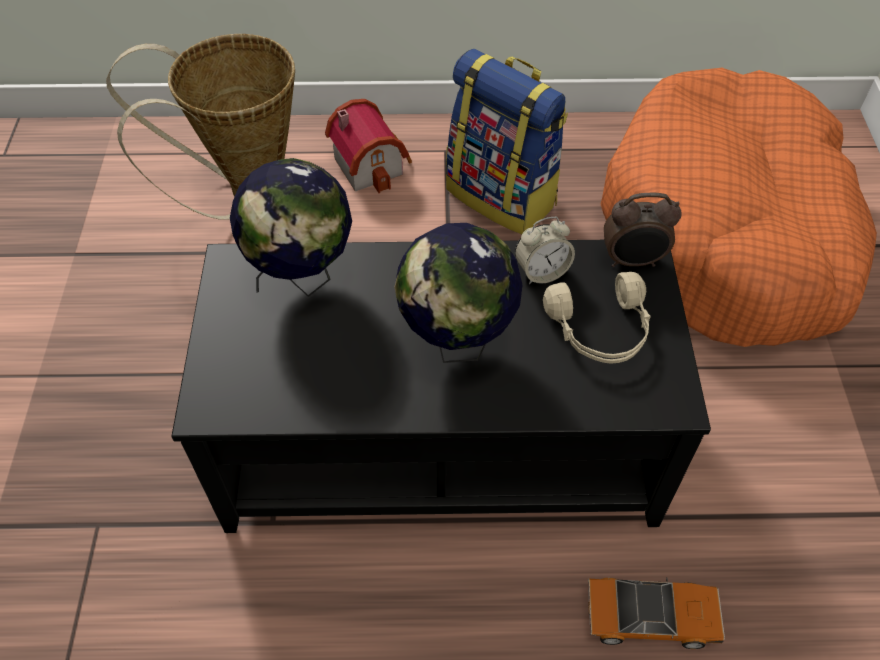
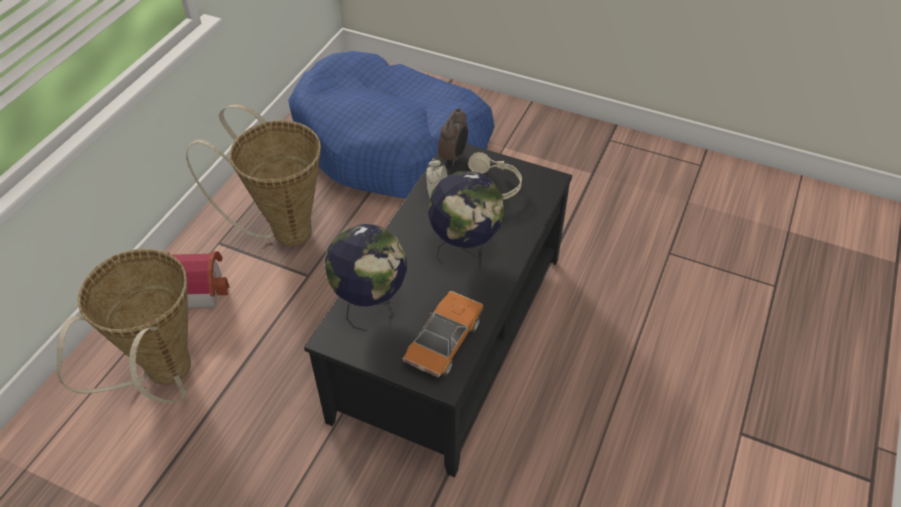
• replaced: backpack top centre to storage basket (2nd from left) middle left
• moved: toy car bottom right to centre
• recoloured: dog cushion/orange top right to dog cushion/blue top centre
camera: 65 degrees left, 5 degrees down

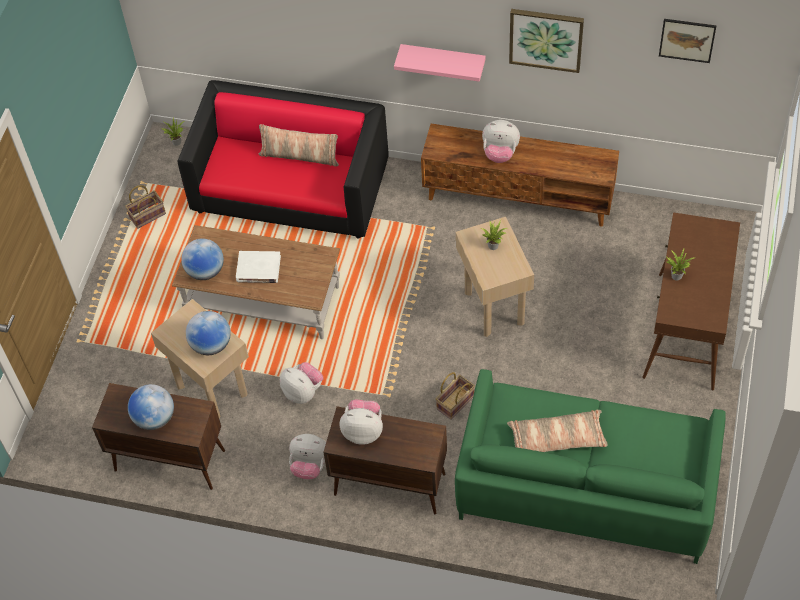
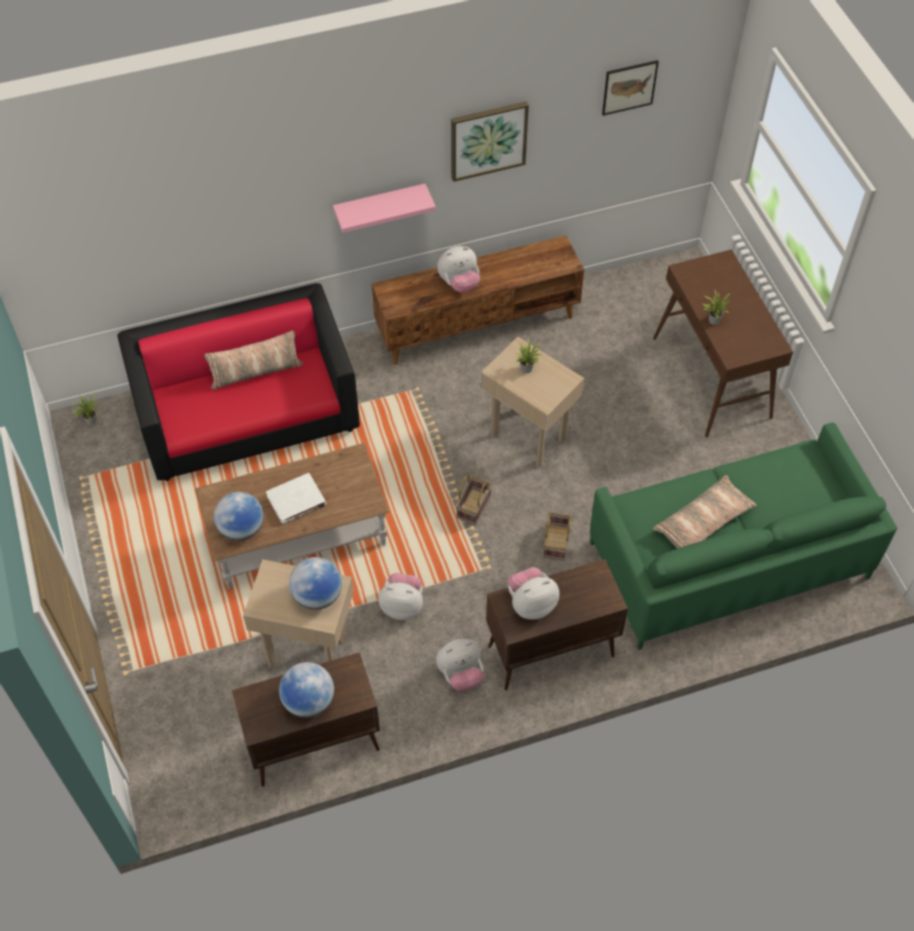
• moved: storage basket (1st from left) middle left to centre
camera: 35 degrees left, 0 degrees up

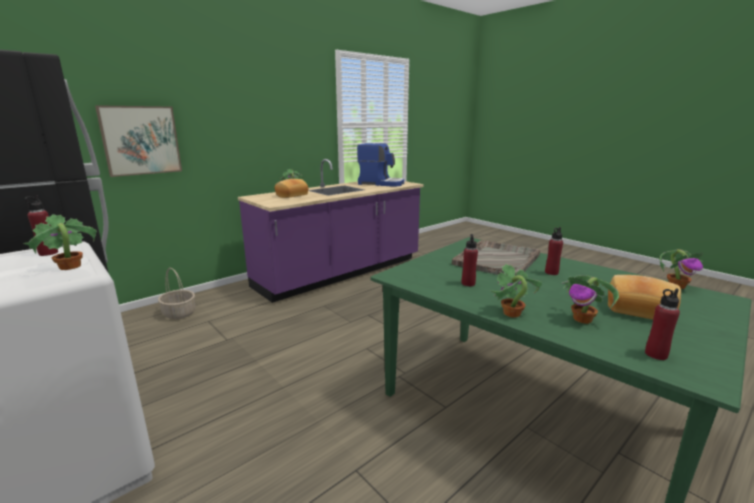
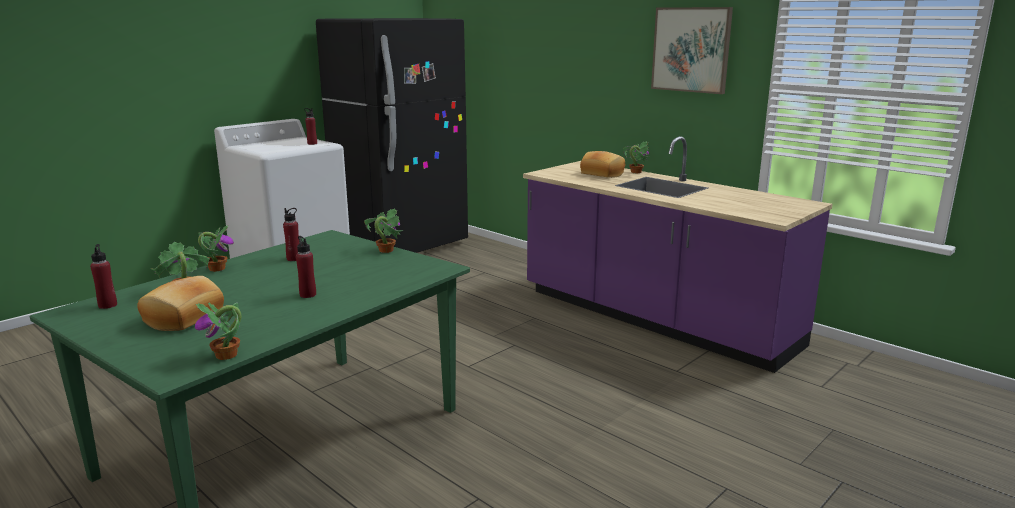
• moved: houseplant (1st from left in the first image) middle left to houseplant (4th from left) centre
• moved: wall picture top left to top right
• removed: storage basket middle left
• removed: coffee maker top centre
• removed: carrying tray/gray centre
camera: 85 degrees right, 0 degrees up

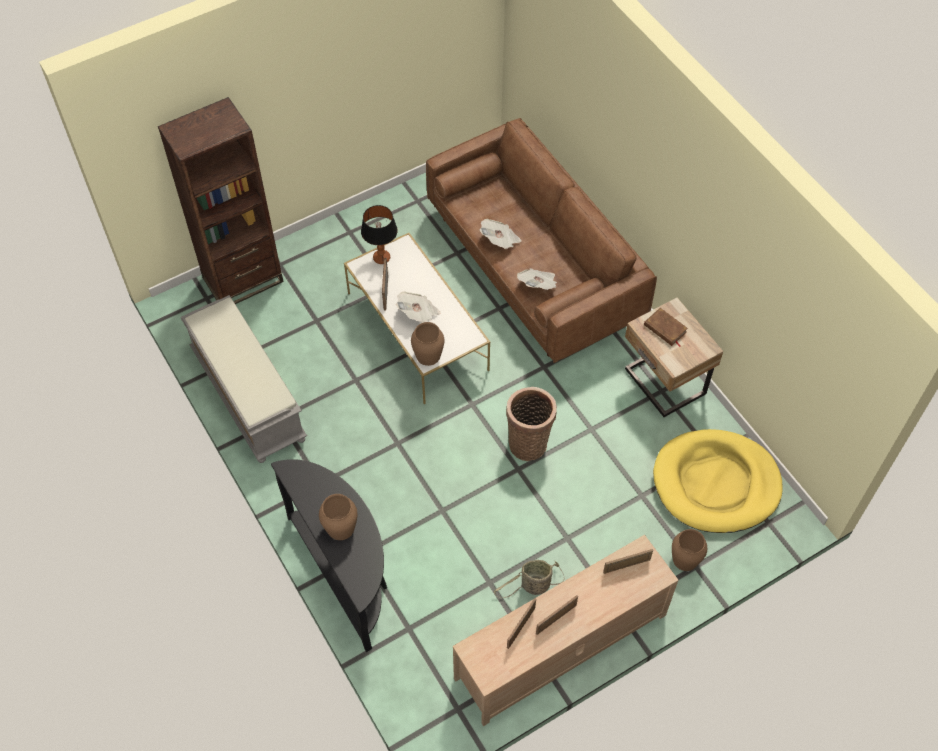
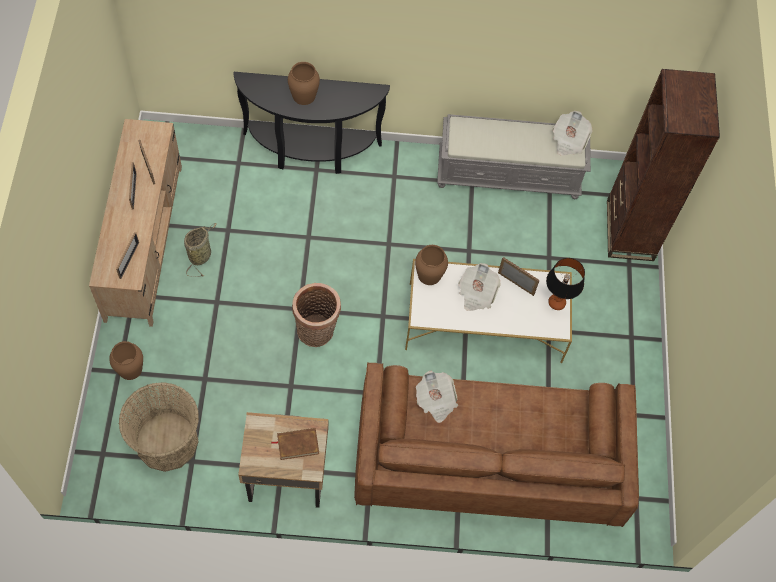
• moved: daily paper (2nd from left in the first image) top centre to daily paper (3rd from left) top right
• replaced: dog cushion/yellow-coloured middle right to storage basket (1st from left) bottom left
camera: 120 degrees right, 5 degrees up

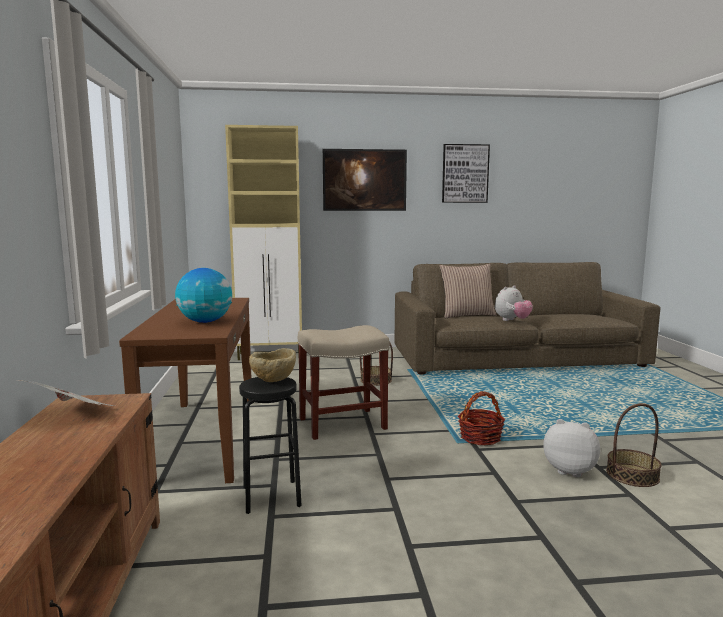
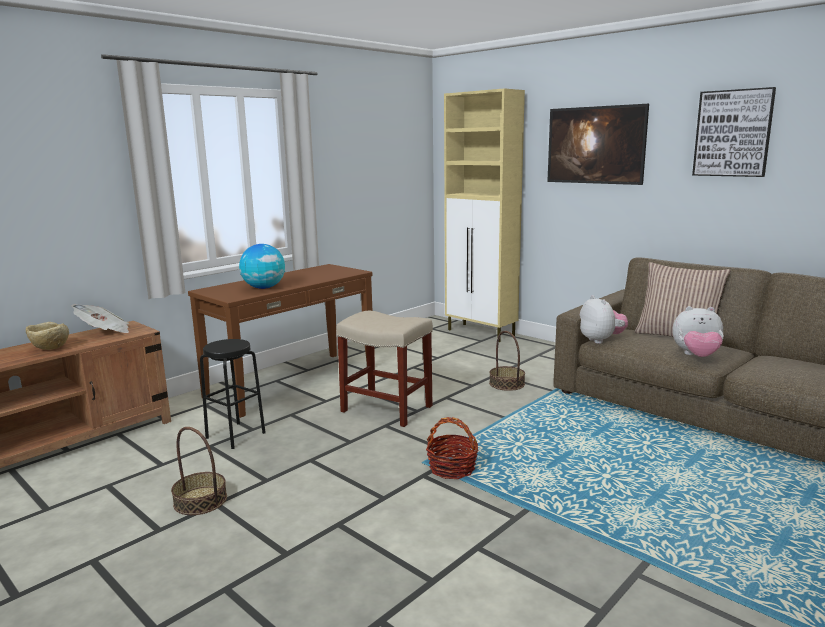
• moved: bowl/beige centre to middle left
• moved: cuddly toy (2nd from left in the first image) bottom right to cuddly toy (1st from left) middle right
• moved: storage basket (3rd from left in the first image) bottom right to storage basket (1st from left) bottom left
camera: 50 degrees right, 5 degrees up

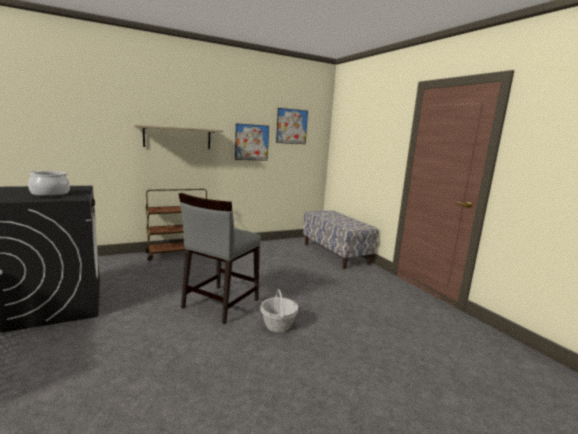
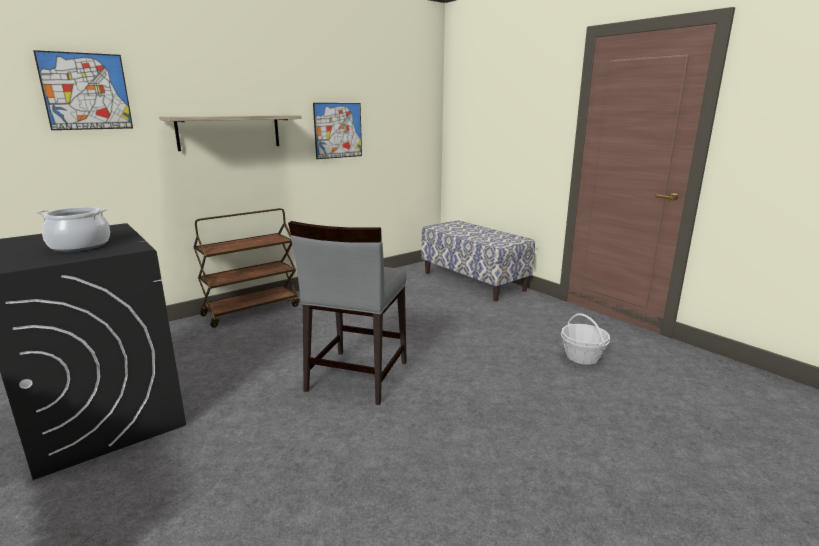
• moved: storage basket bottom centre to middle right
• moved: wall picture (2nd from left in the first image) top centre to wall picture (1st from left) top left
camera: 10 degrees left, 5 degrees up

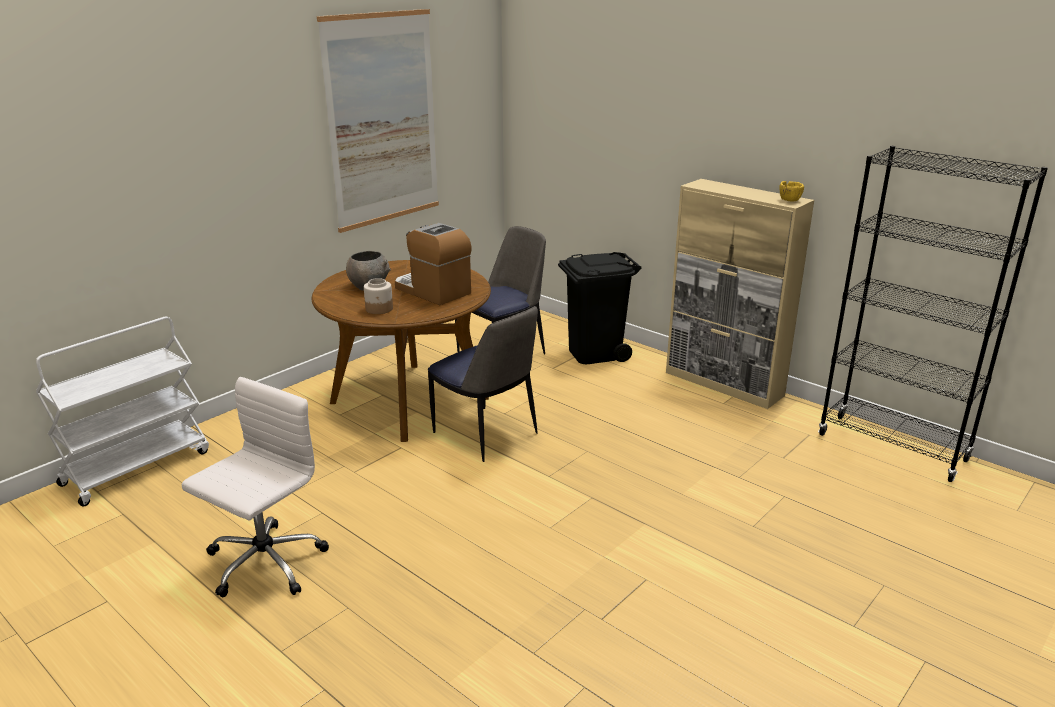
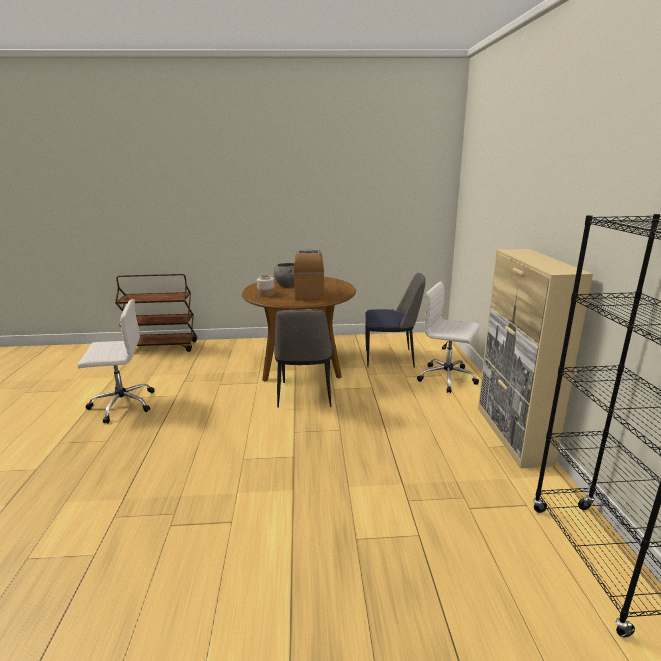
• recoloured: wheeled cart/white-coloured middle left to wheeled cart/brownish middle left
• removed: wall picture top centre
• replaced: trash can/black-coloured centre to computer chair/white-coloured (2nd from left) middle right
• removed: bowl/yellow-coloured top right
camera: 45 degrees right, 5 degrees down

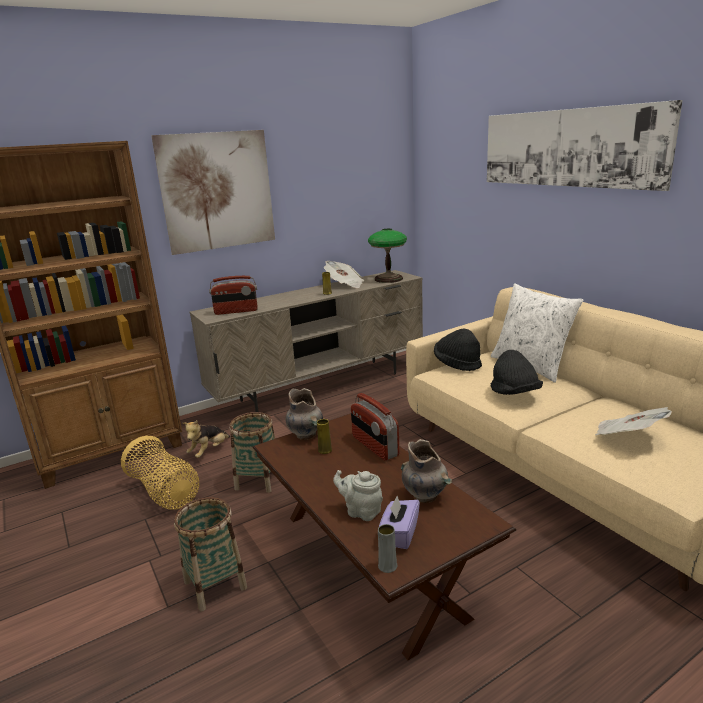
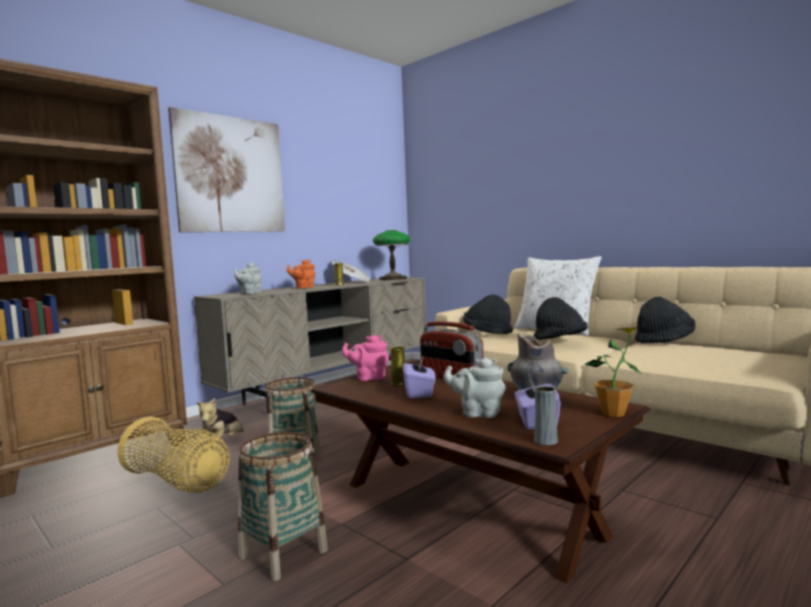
• replaced: radio set (1st from left) middle left to teapot/gray (1st from left) middle left
• replaced: decorative vase/gray (1st from left) centre to teapot/pinkish centre
• removed: wall picture (2nd from left) top right
• removed: daily paper (2nd from left) middle right
• added: teapot/orange centre
• added: box of tissues/purple-coloured (1st from left) centre
• added: houseplant middle right
• added: hat/black-coloured (3rd from left) middle right
camera: 15 degrees left, 15 degrees down

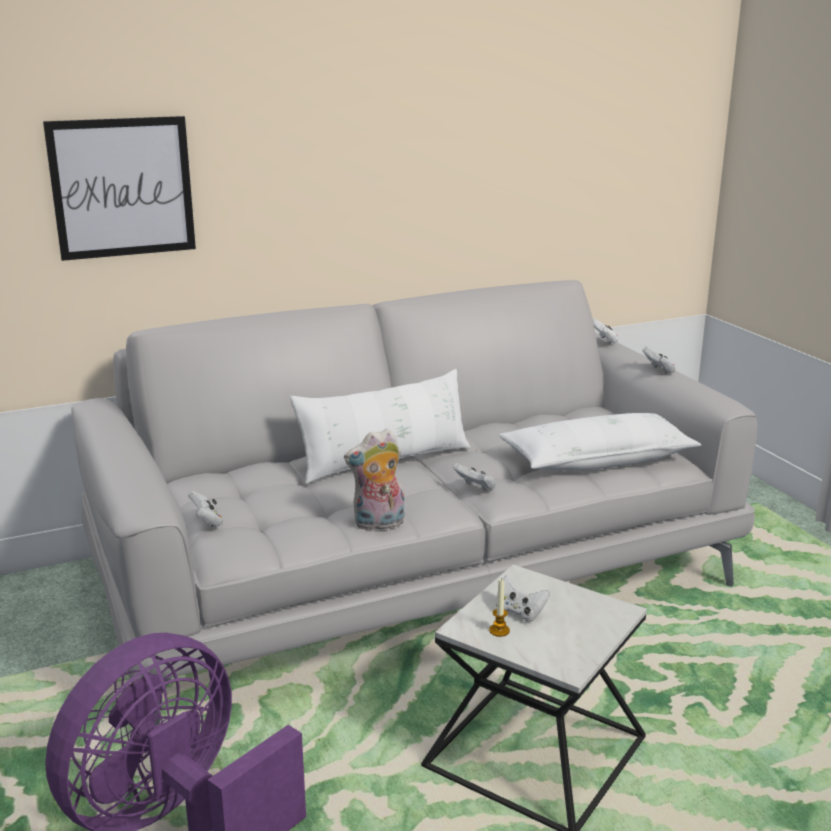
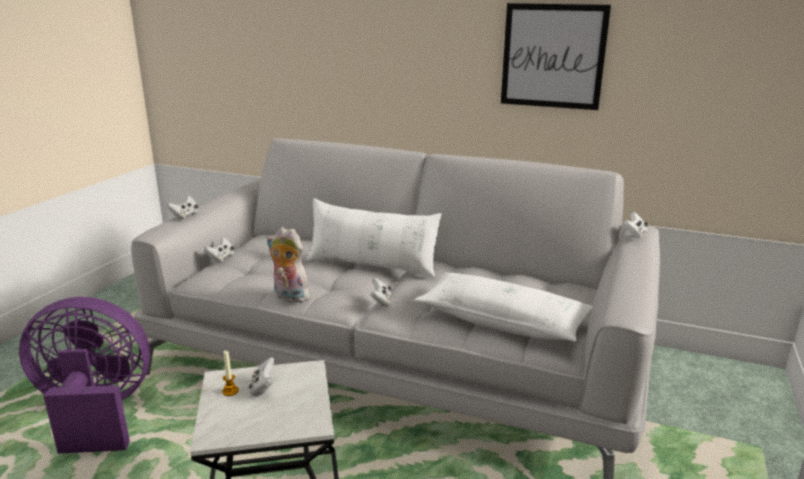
• moved: wall picture top left to top right
• moved: joypad/white-coloured (5th from left in the first image) middle right to joypad/white-coloured (1st from left) middle left
camera: 45 degrees right, 0 degrees up

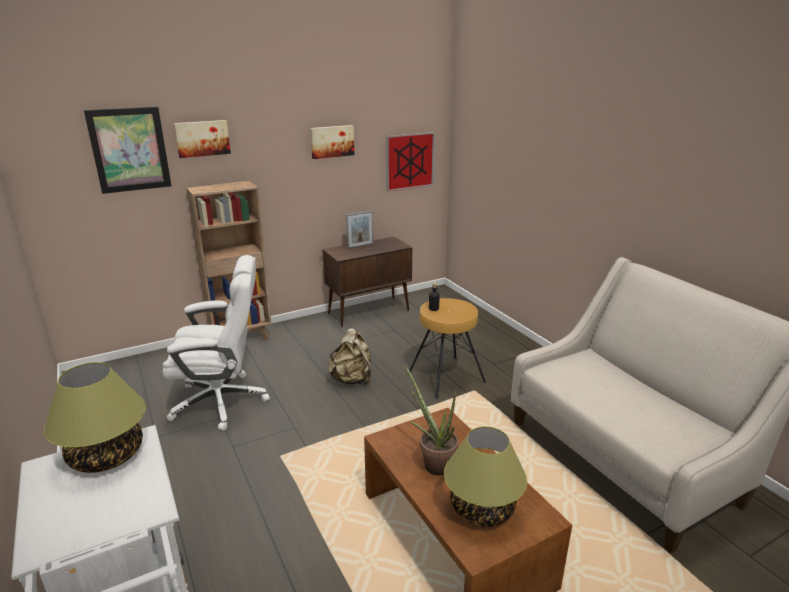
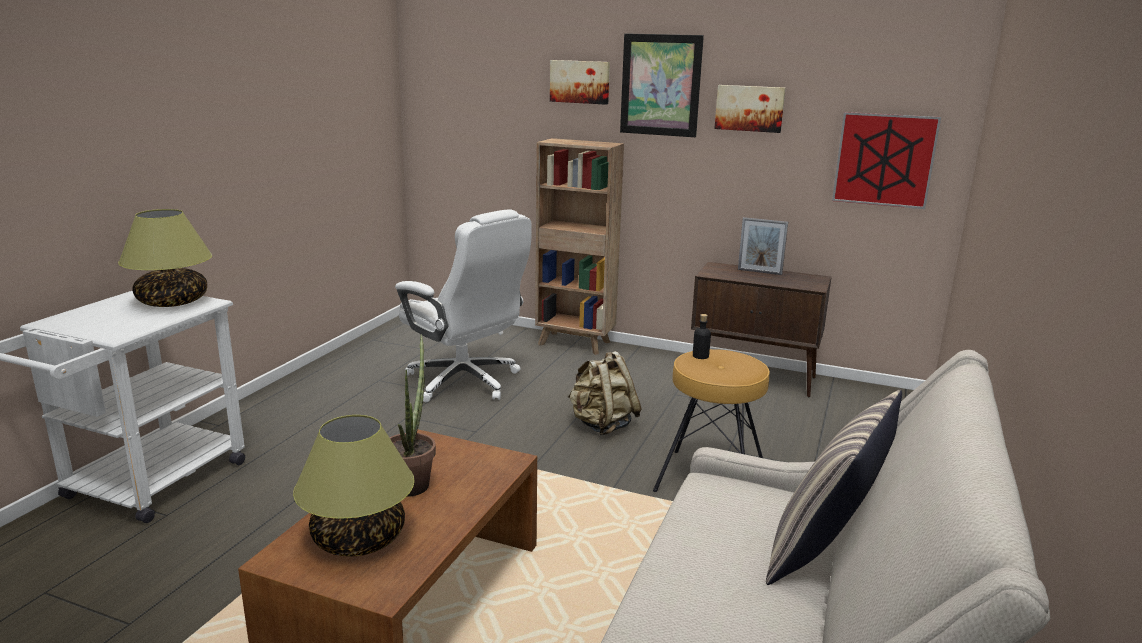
• moved: wall picture (1st from left in the first image) top left to wall picture (2nd from left) top centre
• added: pillow bottom right
camera: 50 degrees right, 5 degrees down

